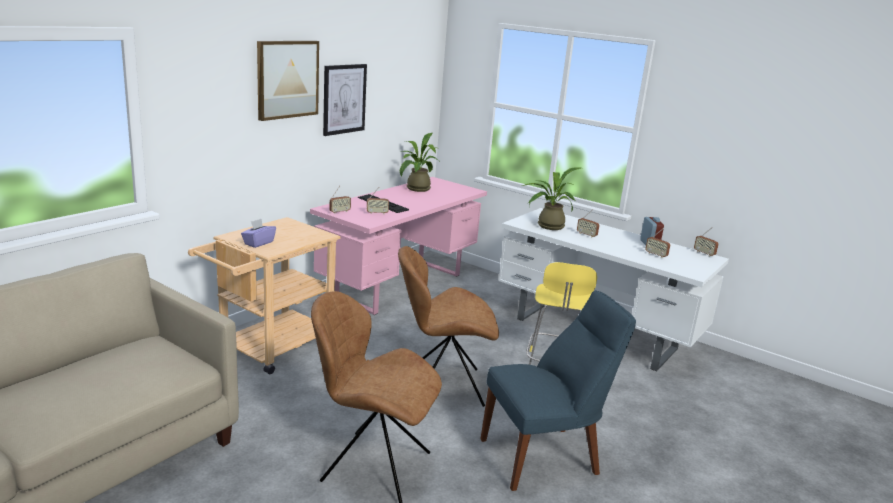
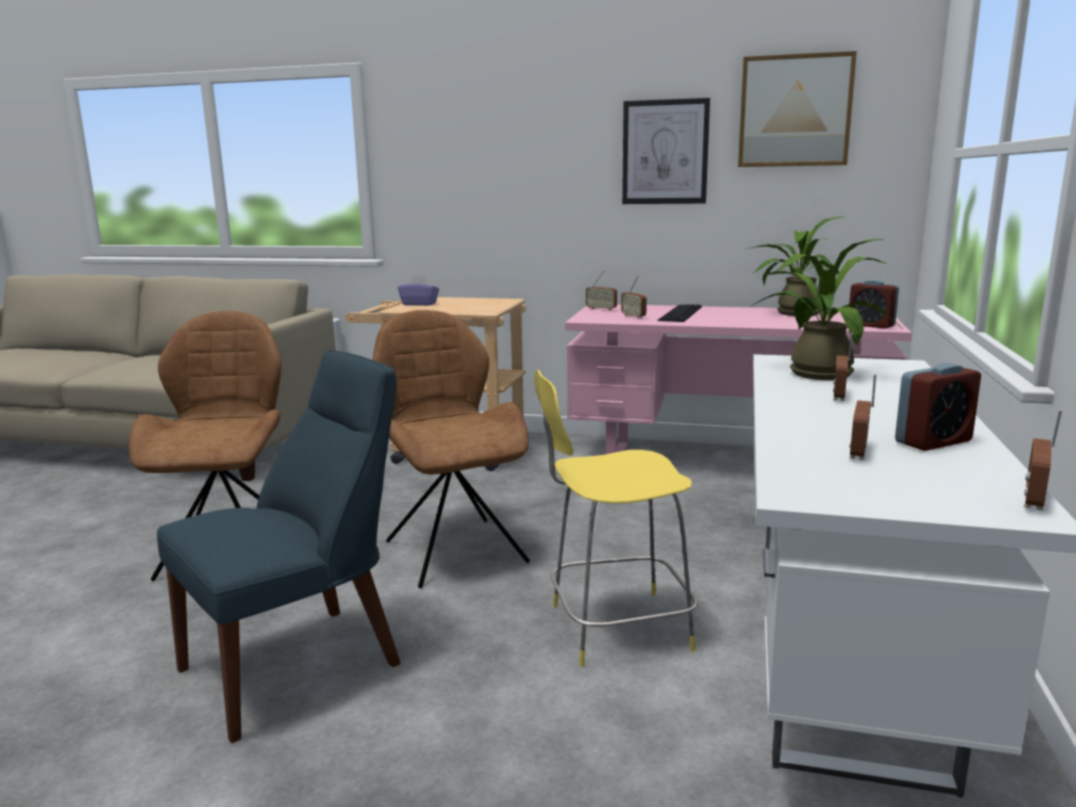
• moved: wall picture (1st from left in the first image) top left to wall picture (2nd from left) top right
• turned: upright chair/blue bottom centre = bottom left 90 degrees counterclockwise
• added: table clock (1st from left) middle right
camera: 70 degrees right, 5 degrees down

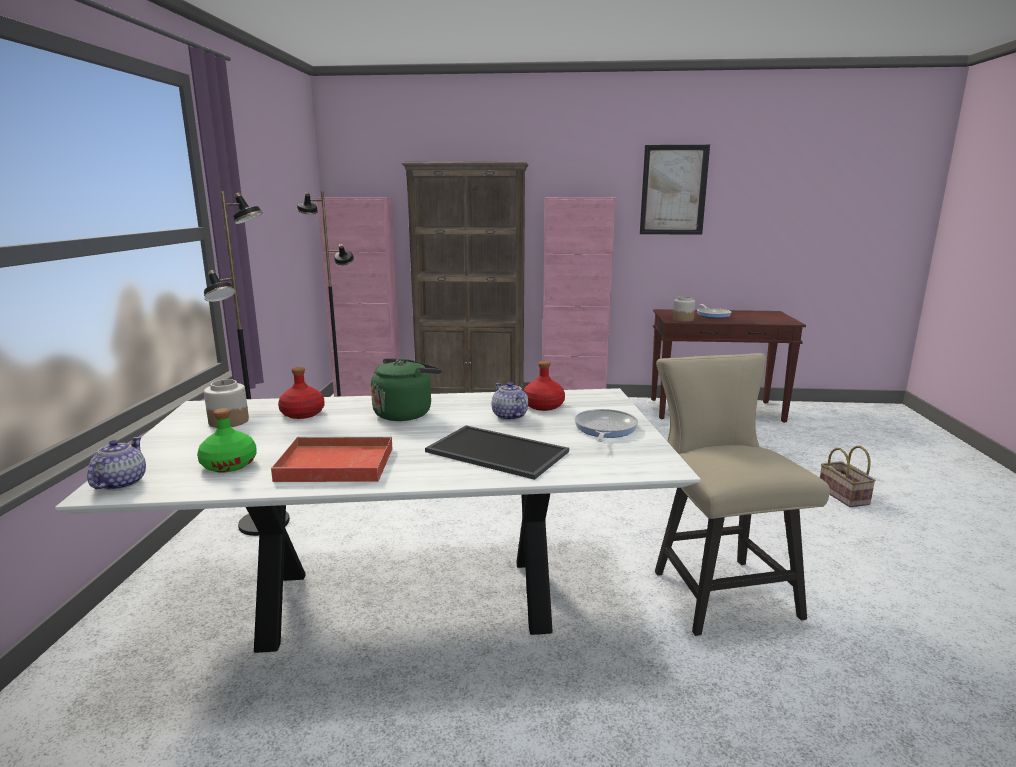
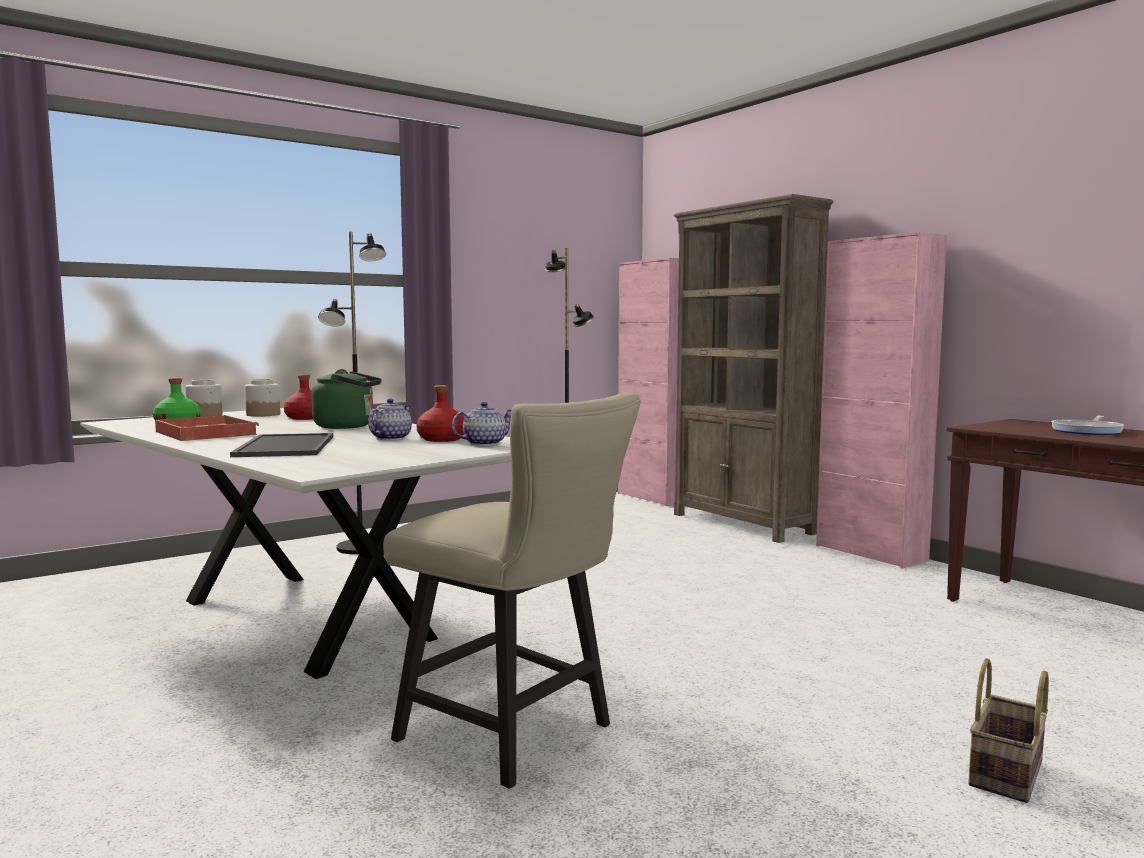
• moved: teapot (1st from left in the first image) middle left to teapot (2nd from left) centre
• removed: frying pan (1st from left) centre
• removed: wall picture top centre
• turned: upright chair/beige middle right = bottom centre 90 degrees clockwise
• moved: storage jar (2nd from left in the first image) middle right to storage jar (1st from left) middle left
camera: 50 degrees right, 10 degrees down

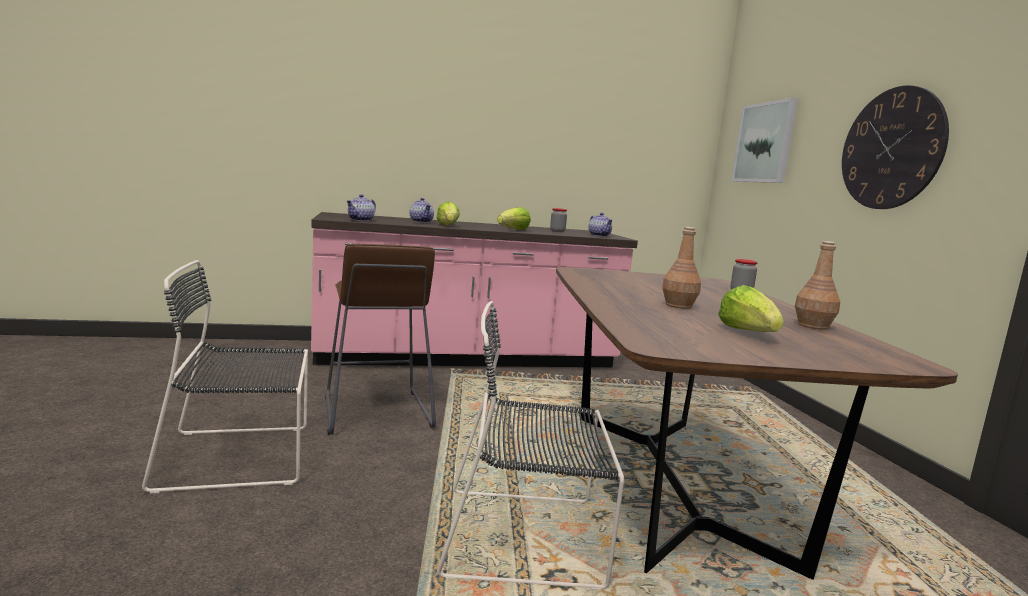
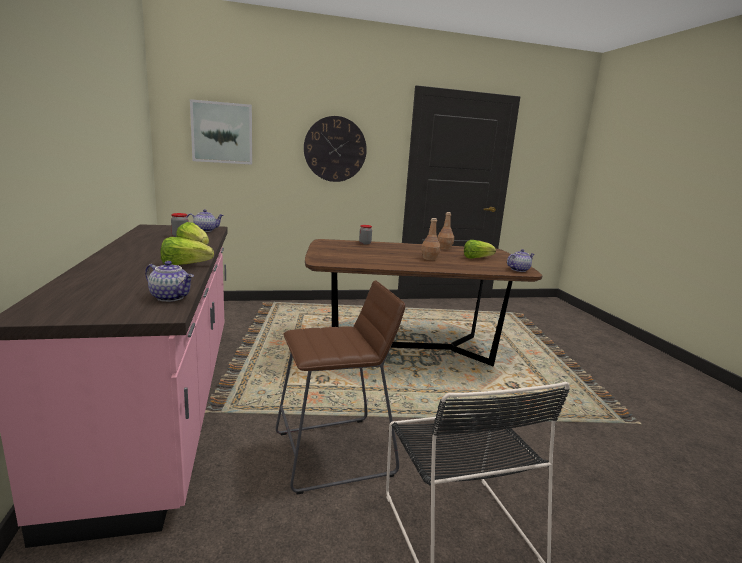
• moved: teapot (2nd from left in the first image) centre to teapot (3rd from left) middle right
• removed: upright chair/black-coloured (2nd from left) bottom centre
camera: 90 degrees left, 5 degrees up

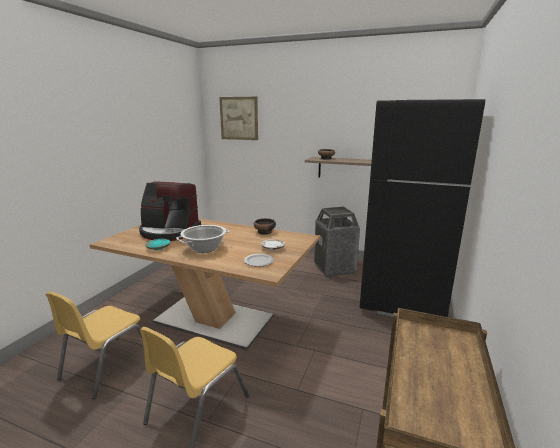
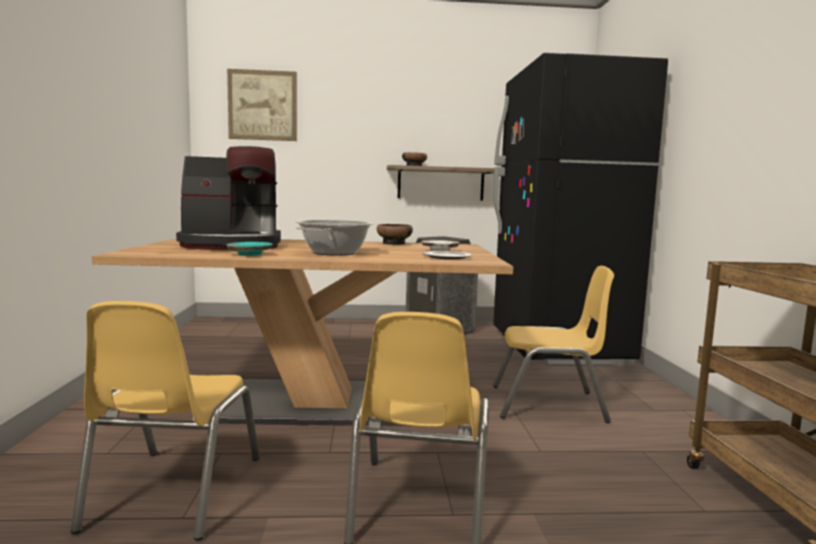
• added: upright chair/yellow-coloured (3rd from left) middle right
camera: 25 degrees left, 10 degrees down

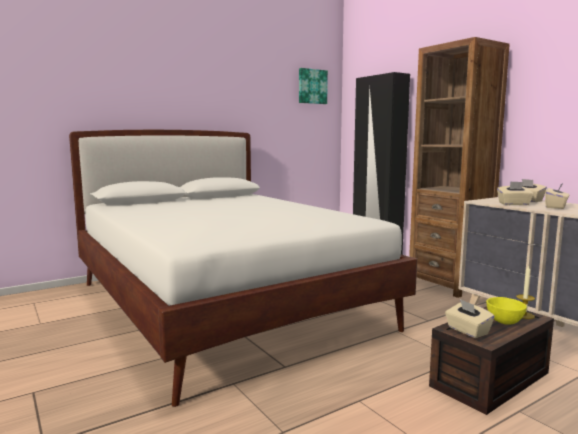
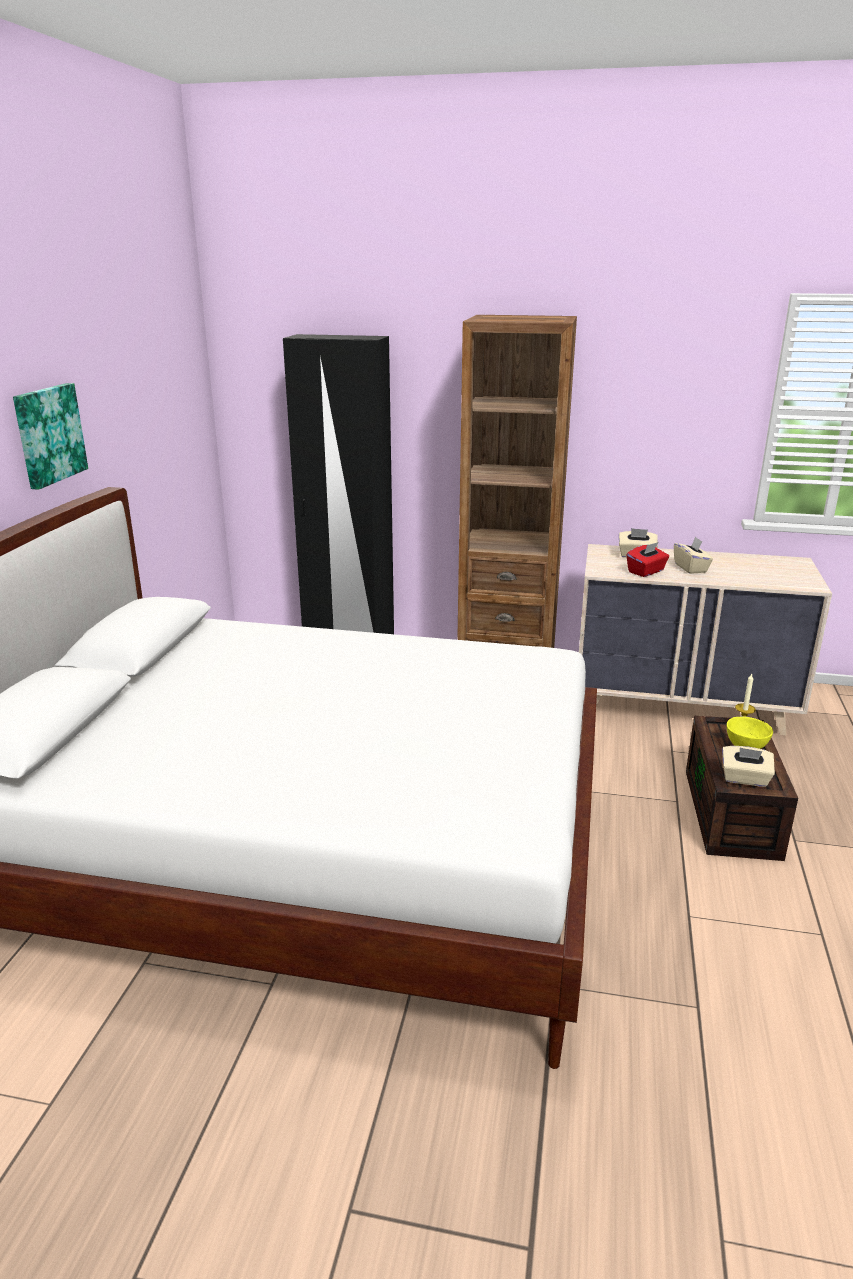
• moved: wall picture top centre to middle left
• recoloured: box of tissues/beige (2nd from left) middle right to box of tissues/reddish middle right
camera: 45 degrees left, 15 degrees up

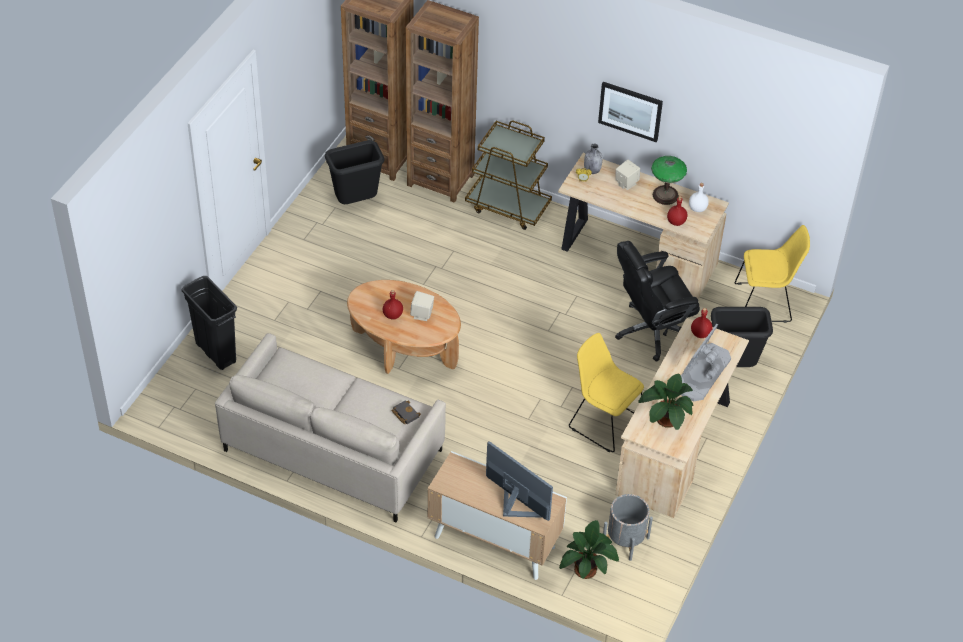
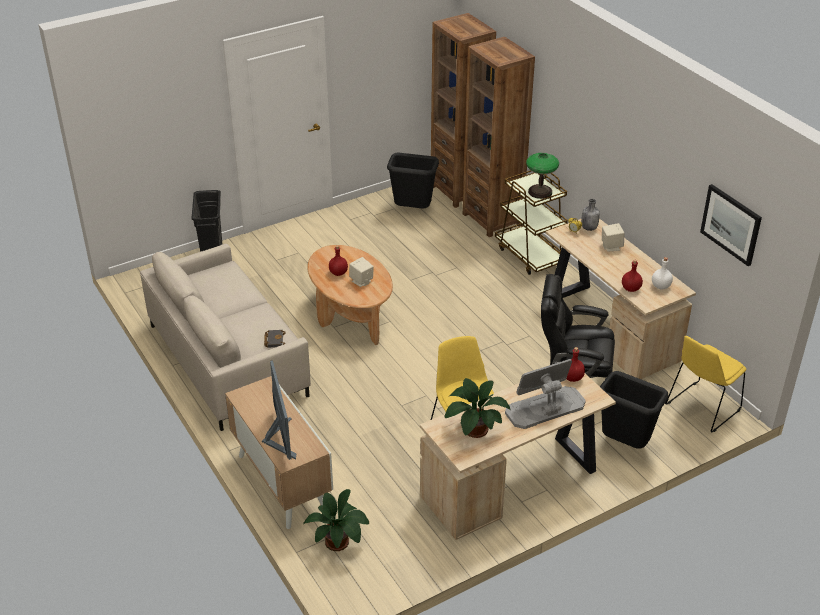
• moved: wall picture top centre to middle right
• removed: planter/gray bottom centre
• moved: table lamp top right to top centre
• turned: upright chair/yellow-coloured (2nd from left) middle right = middle right 105 degrees clockwise
camera: 35 degrees right, 10 degrees down

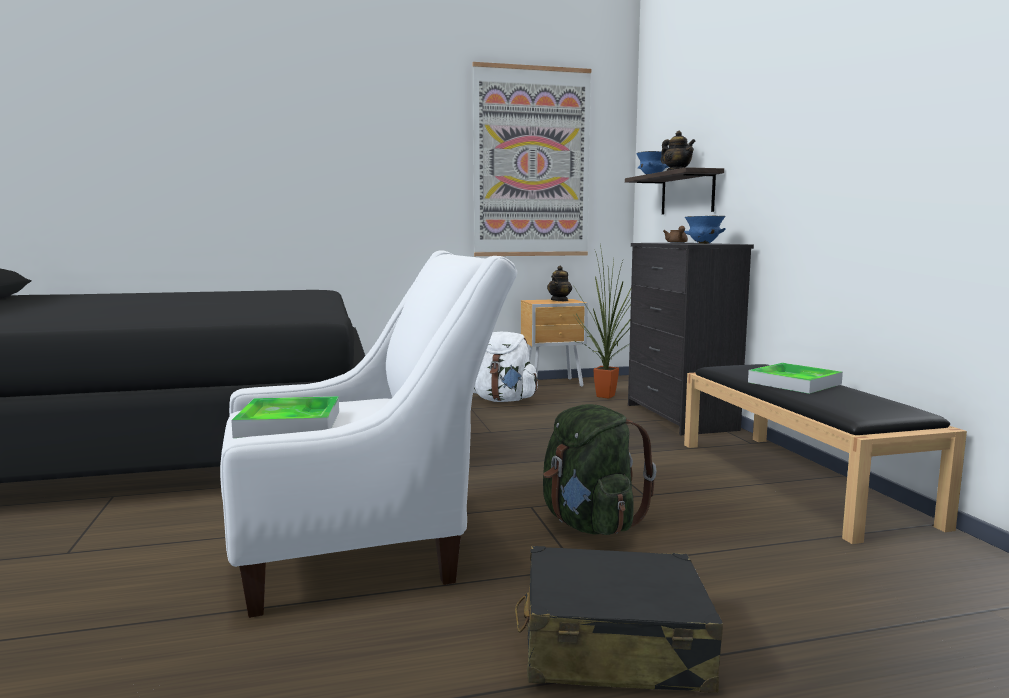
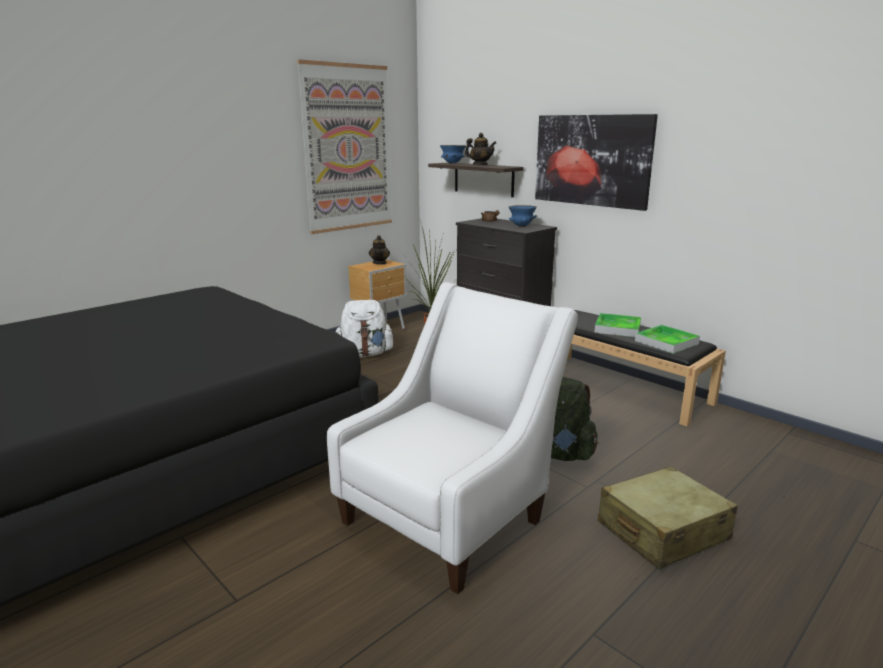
• moved: carrying tray (1st from left in the first image) middle left to carrying tray (2nd from left) middle right
• recoloured: piece of luggage/black-coloured bottom centre to piece of luggage/beige bottom right
• added: wall picture (2nd from left) top right
camera: 30 degrees left, 10 degrees up

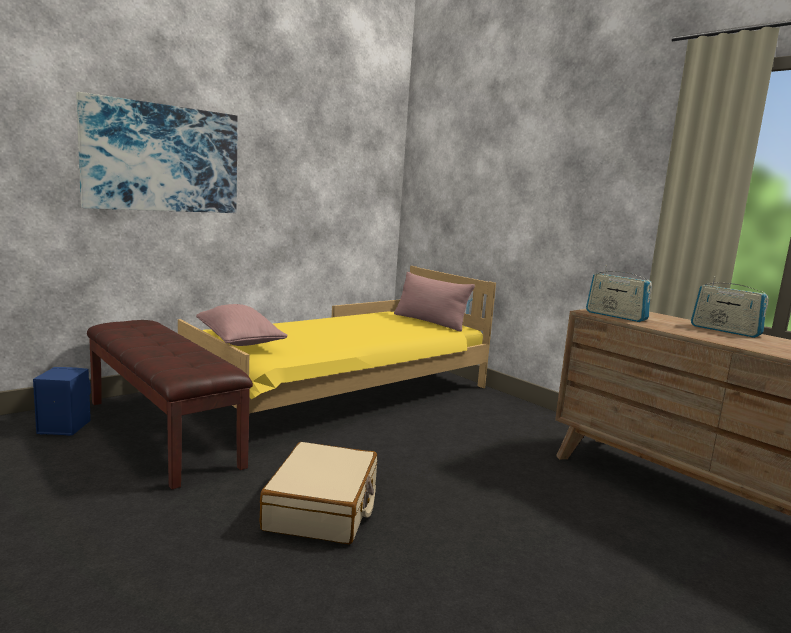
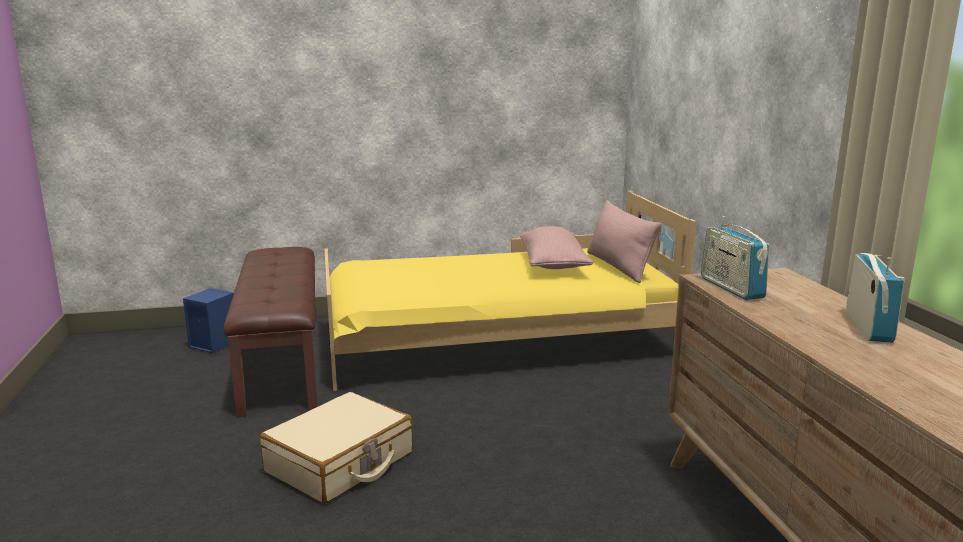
• removed: wall picture top left
• moved: pillow/pinkish (1st from left) middle left to centre
• turned: radio set (2nd from left) middle right = middle right 150 degrees counterclockwise
camera: 30 degrees right, 5 degrees up

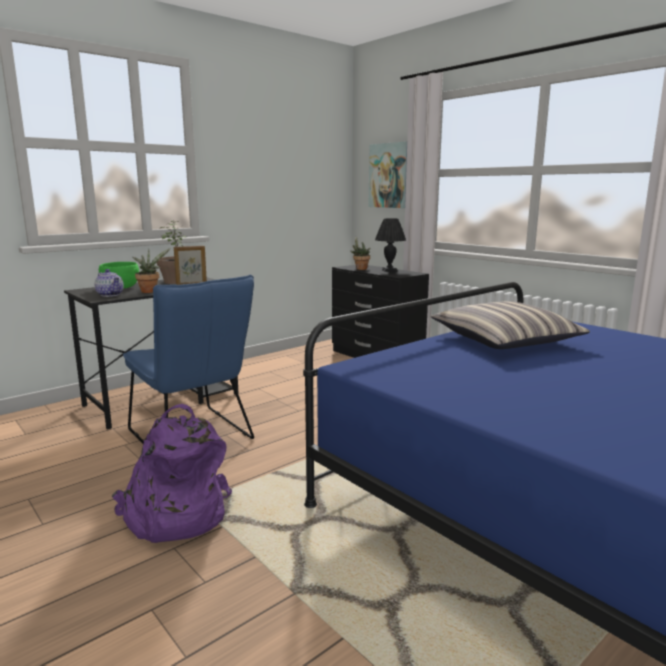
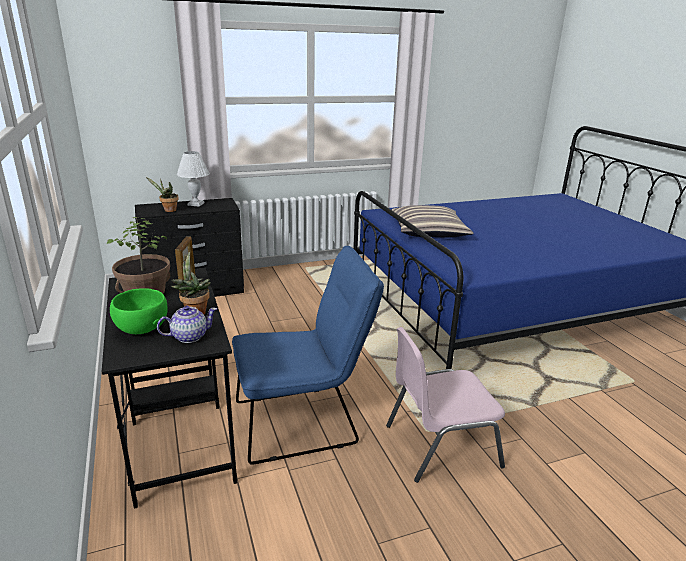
• replaced: backpack/purple-coloured bottom left to upright chair/pinkish bottom centre
• removed: wall picture top centre
• recoloured: table lamp/black-coloured centre to table lamp/white-coloured top left
camera: 70 degrees left, 10 degrees up

